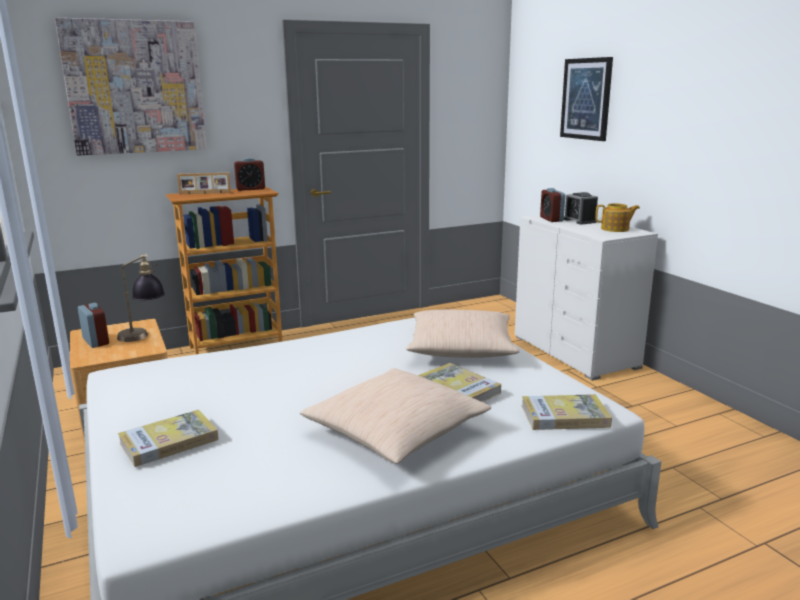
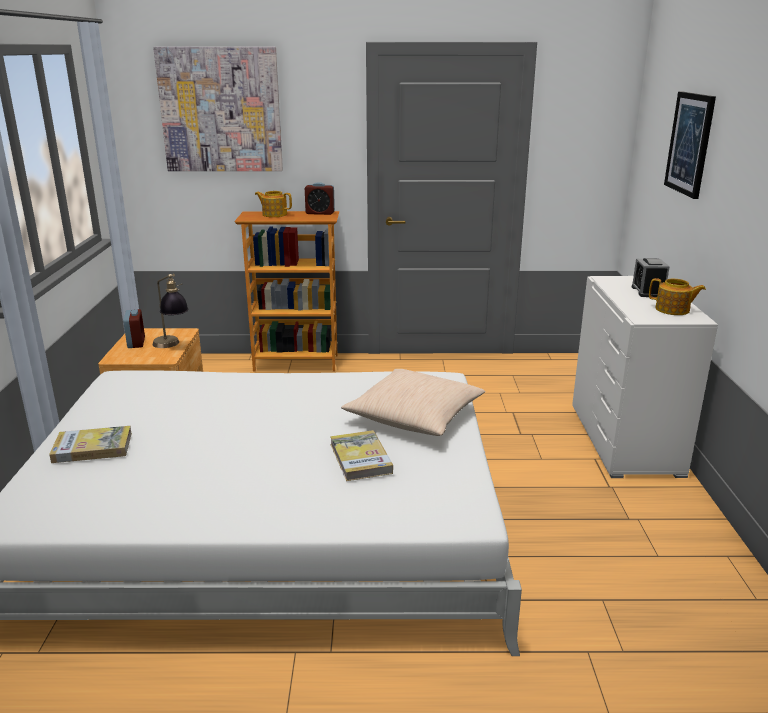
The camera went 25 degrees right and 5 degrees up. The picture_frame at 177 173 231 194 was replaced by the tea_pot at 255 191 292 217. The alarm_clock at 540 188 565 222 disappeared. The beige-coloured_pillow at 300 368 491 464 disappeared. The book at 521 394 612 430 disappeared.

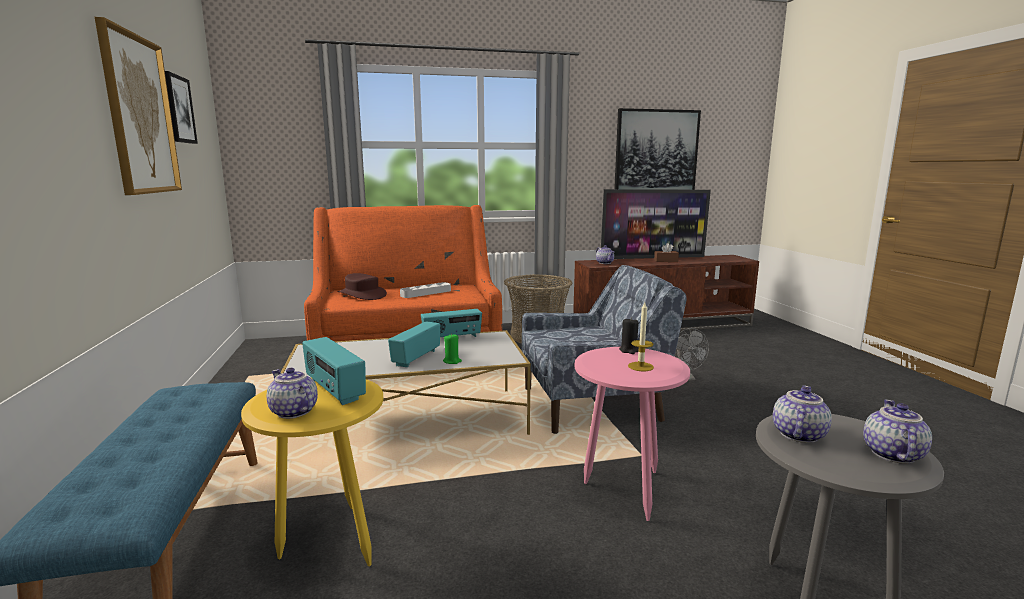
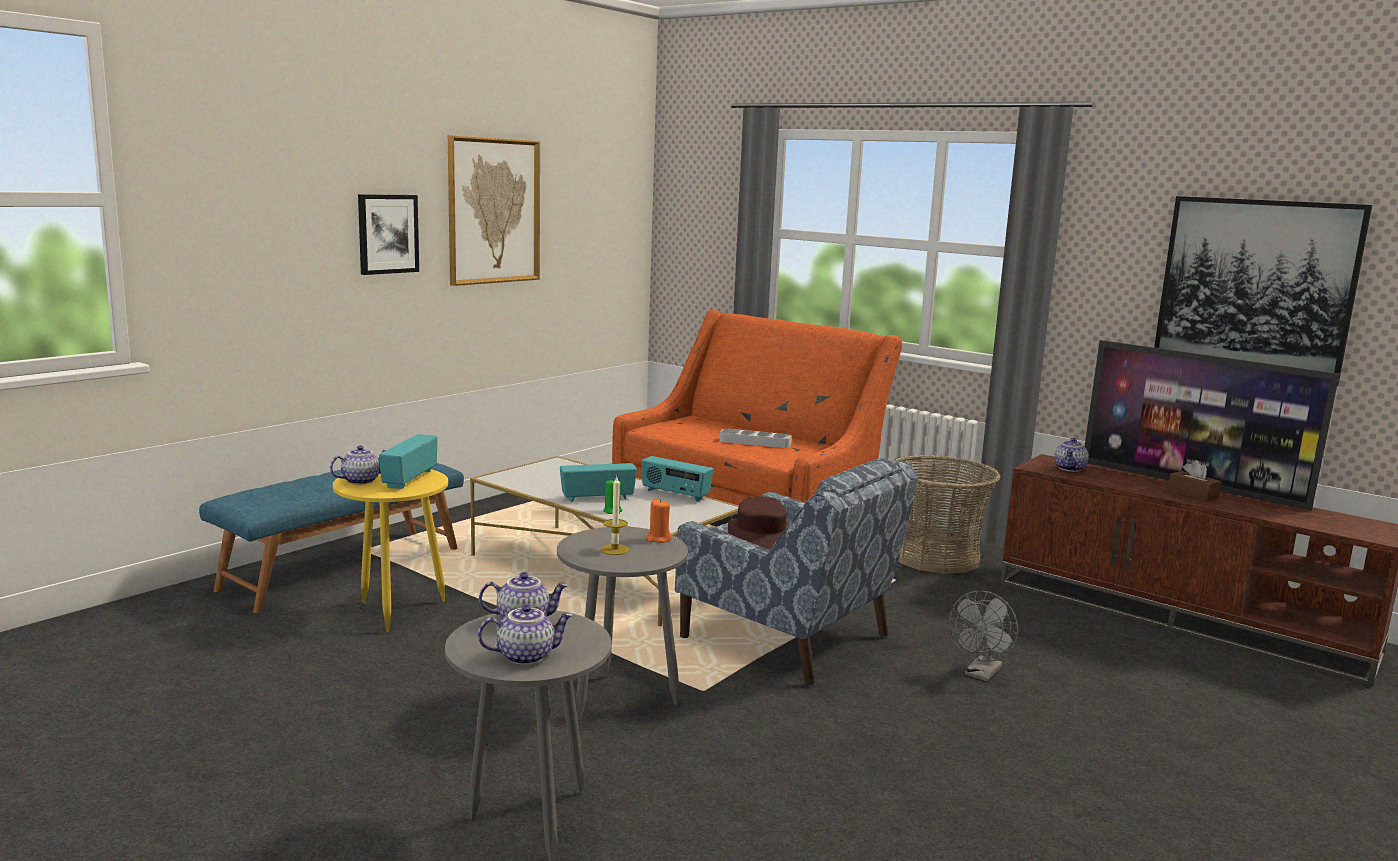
The camera went 50 degrees right and 0 degrees up. The wall_art moved from 165 71 198 144 to 358 194 419 275. The brown-coloured_clothing_hat moved from 337 273 387 300 to 728 496 790 550. The black-coloured_wax_candle at 619 317 639 354 became the orange-coloured_wax_candle at 646 499 672 543. The pink-coloured_side_table at 575 347 690 521 became the greyish_side_table at 557 527 688 720. The tea_pot at 267 368 318 419 turned 45 degrees clockwise.

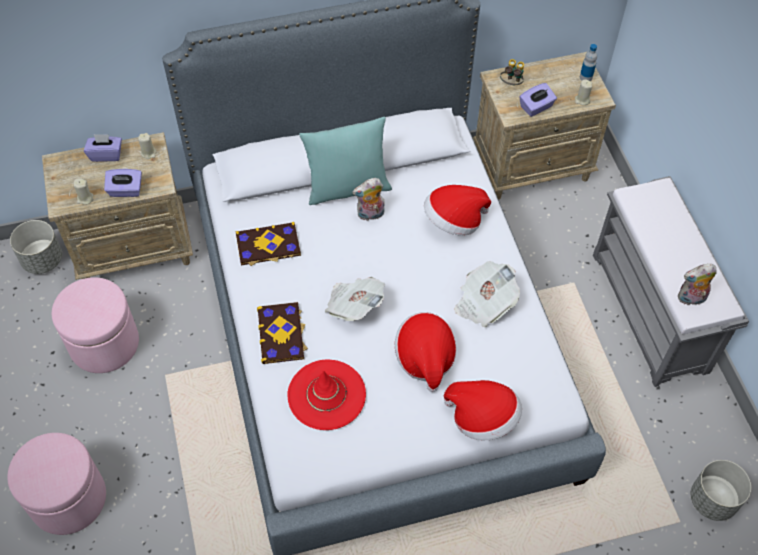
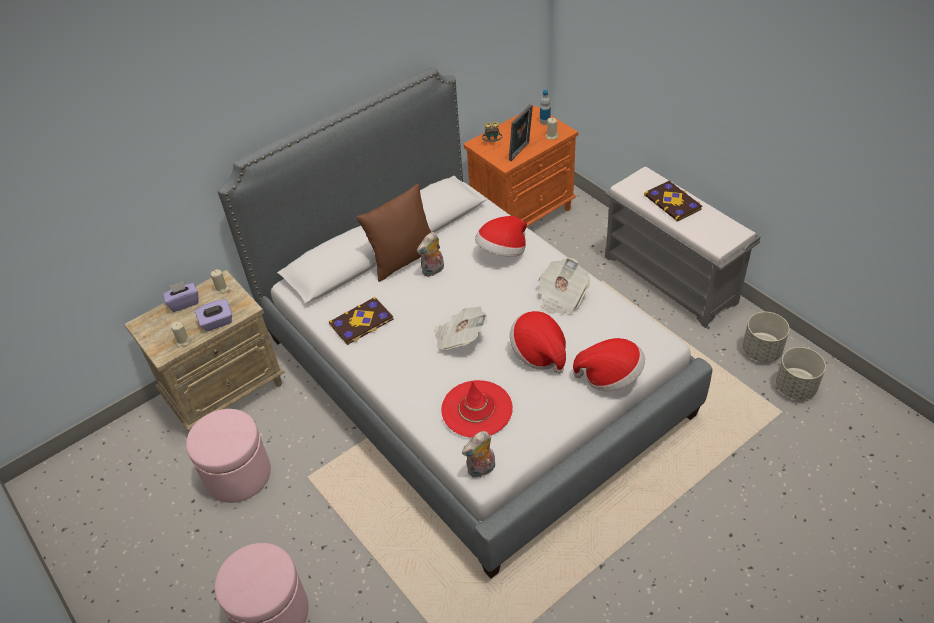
The camera went 20 degrees left and 10 degrees down. The beige-coloured_nightstand at 472 52 616 200 became the orange-coloured_nightstand at 463 106 578 226. The purple-coloured_tissue_box at 519 83 557 117 was replaced by the picture_frame at 509 104 533 161. The turquoise-coloured_pillow at 299 117 392 205 became the brown-coloured_pillow at 356 184 440 282. The greyish_plant_pot moved from 10 220 62 274 to 743 312 790 362. The cuddly_toy moved from 678 264 717 307 to 462 431 495 478. The book moved from 257 302 308 364 to 644 181 702 222.

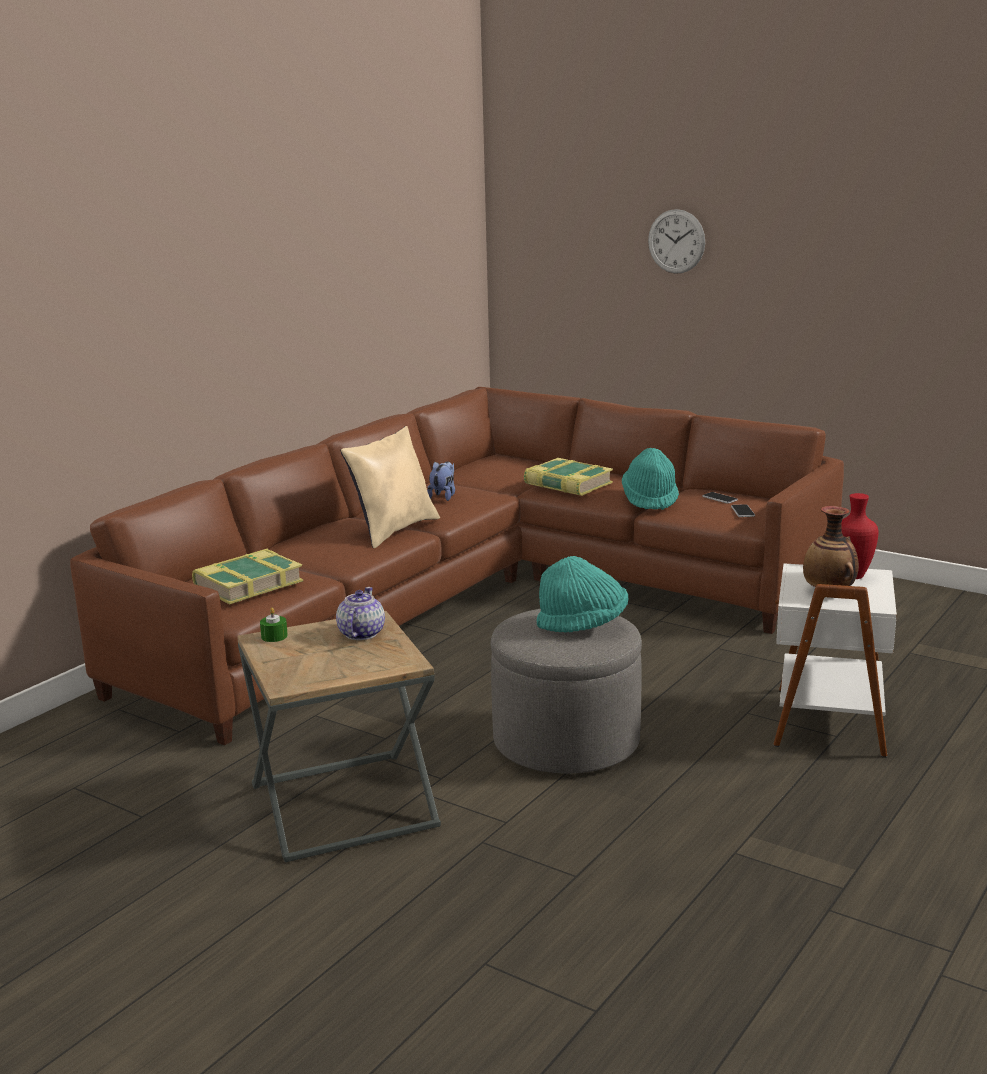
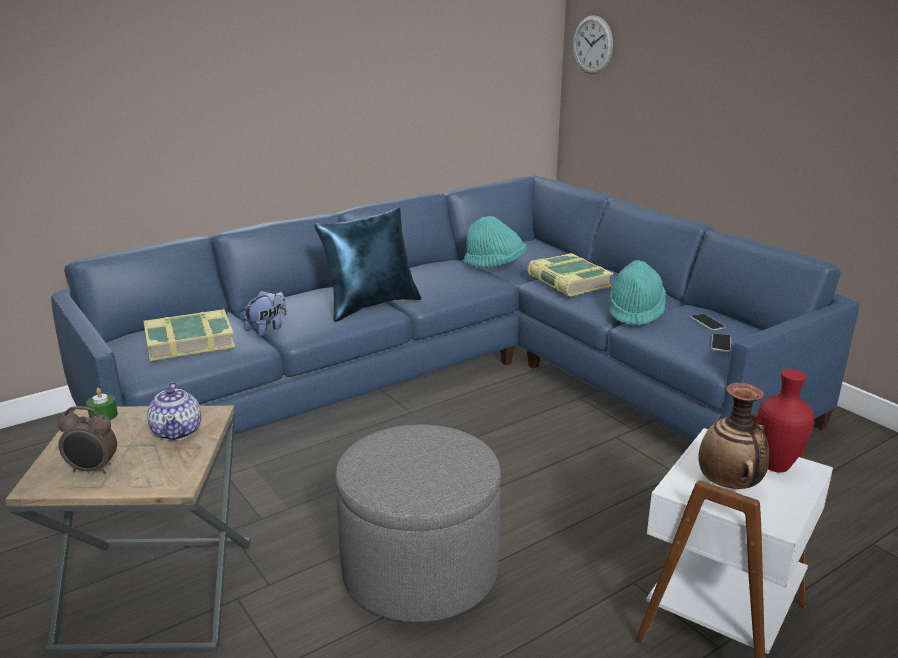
The camera went 20 degrees right and 5 degrees up. The wall_clock moved from 648 209 705 274 to 573 15 613 74. The brown-coloured_sofa at 70 387 844 745 became the blue_sofa at 51 175 859 441. The beige-coloured_pillow at 341 426 440 548 became the blue_pillow at 314 207 422 322. The cuddly_toy moved from 427 461 455 501 to 244 291 287 336. The turquoise-coloured_clothing_hat moved from 537 556 628 633 to 464 216 527 268. The tea_pot at 336 587 385 640 turned 135 degrees clockwise. The alarm_clock at 58 406 117 474 appeared.

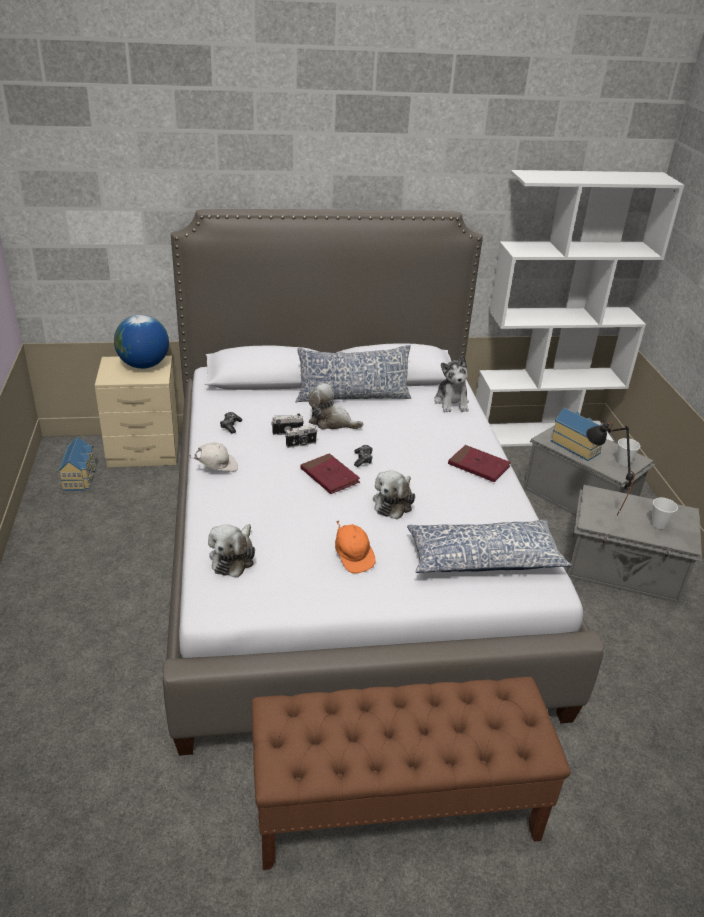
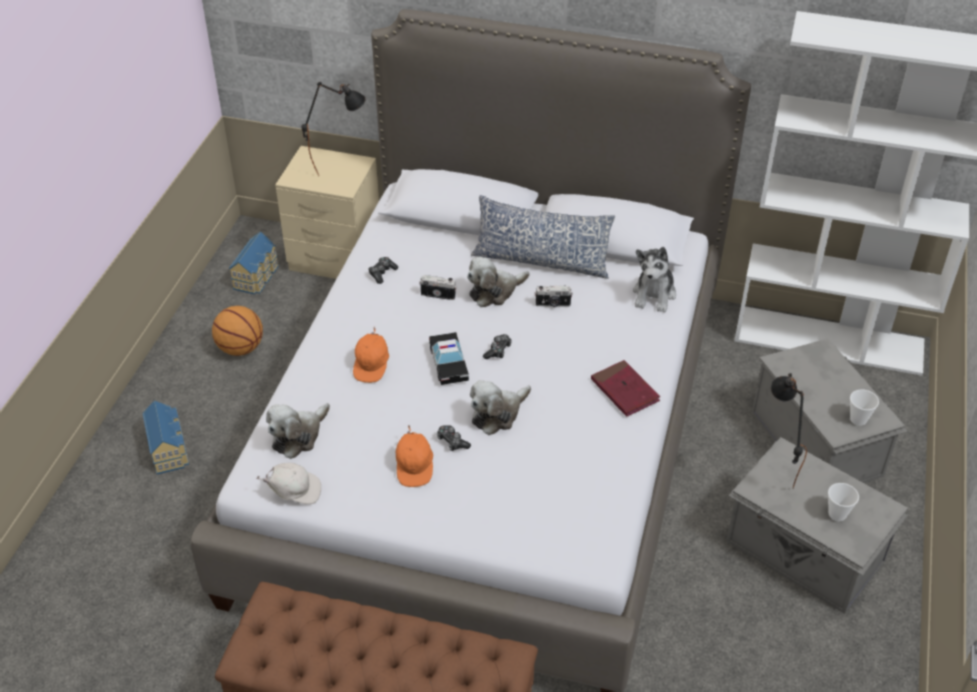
The camera went 25 degrees right and 10 degrees up. The desk_globe at 114 315 169 369 was replaced by the black-coloured_tabletop_lamp at 301 82 365 176. The cuddly_toy at 308 383 363 429 turned 75 degrees counterclockwise. The model_house moved from 551 408 607 461 to 143 401 189 474. The photo_camera moved from 285 424 317 448 to 535 286 573 307. The white-coloured_cap moved from 188 442 238 472 to 256 463 321 504. The red_book at 300 453 360 494 was replaced by the model_car at 429 332 469 385. The pillow at 407 519 572 573 disappeared. The basketball at 212 306 263 356 appeared. The orange-coloured_cap at 353 327 389 383 appeared. The game_controller at 437 425 471 451 appeared.

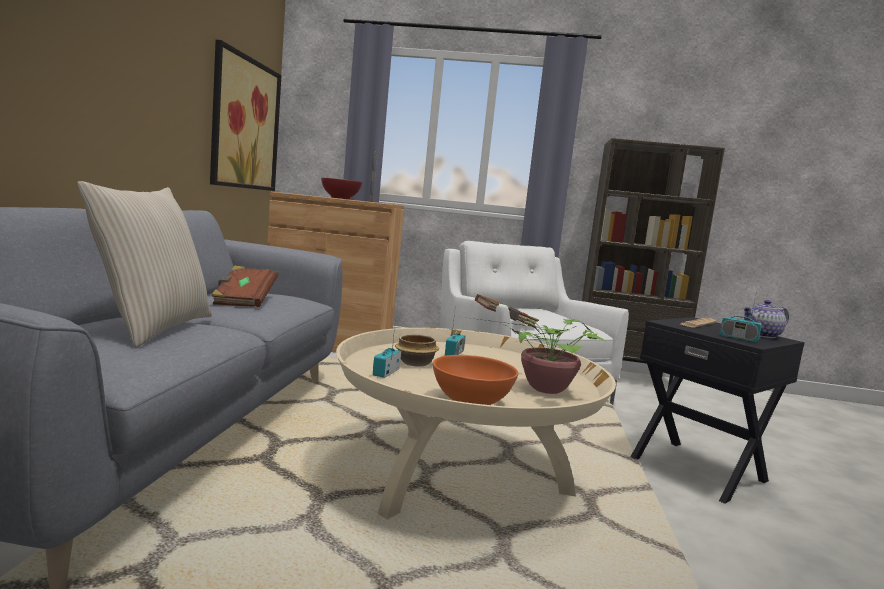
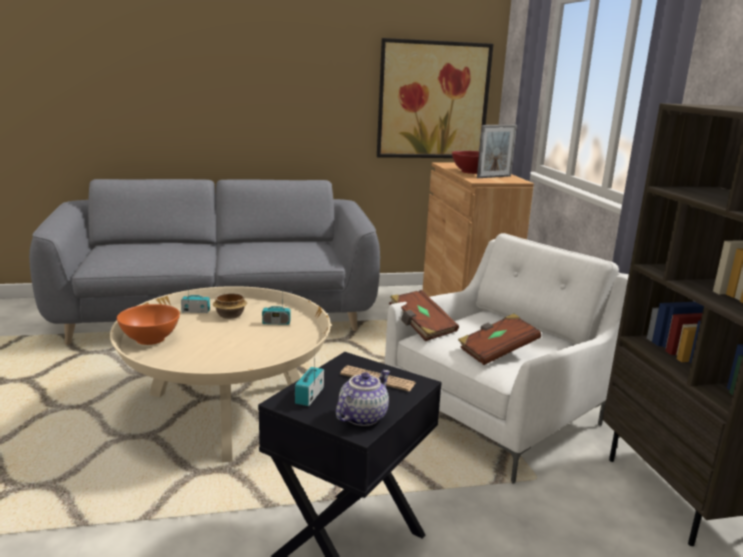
The camera went 70 degrees right and 10 degrees up. The beige-coloured_pillow at 77 181 212 347 disappeared. The brown-coloured_book moved from 211 266 278 307 to 458 313 541 365. The tea_pot at 743 300 789 338 turned 75 degrees clockwise. The houseplant at 456 316 606 394 disappeared.

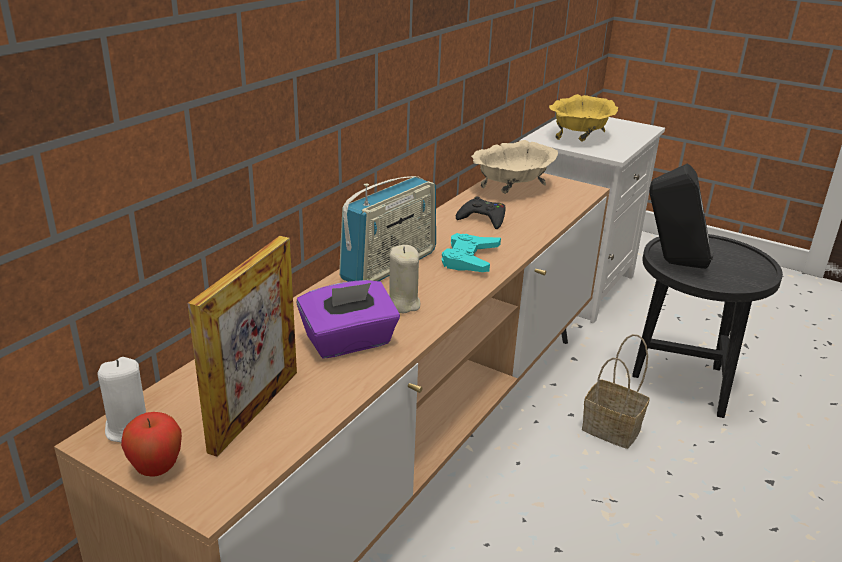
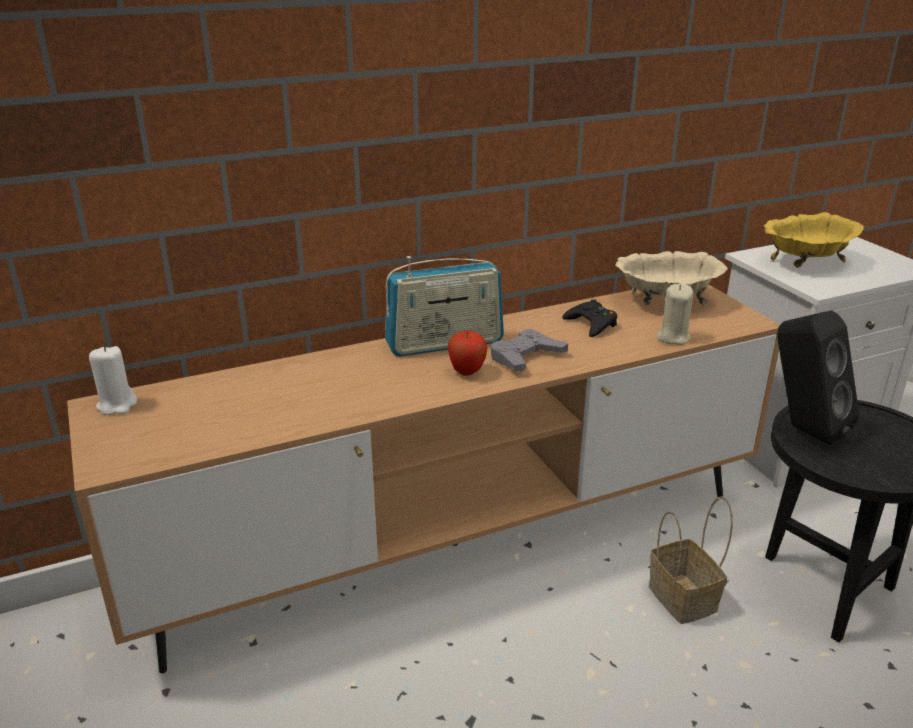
The camera went 35 degrees right and 0 degrees up. The turquoise-coloured_game_controller at 442 233 501 272 became the greyish_game_controller at 490 329 568 372. The picture_frame at 188 236 297 457 disappeared. The beige-coloured_wax_candle moved from 388 245 420 313 to 657 284 694 345. The purple-coloured_tissue_box at 297 280 400 359 disappeared. The apple moved from 121 412 182 477 to 448 331 487 376.

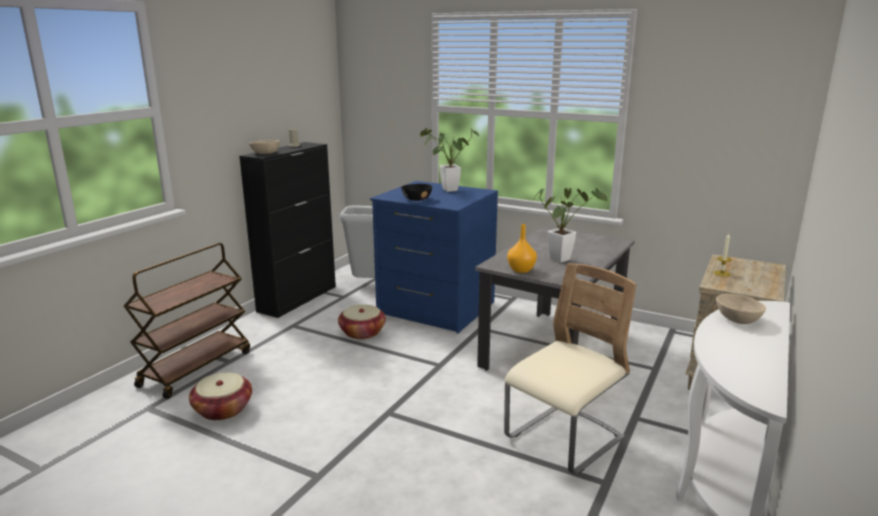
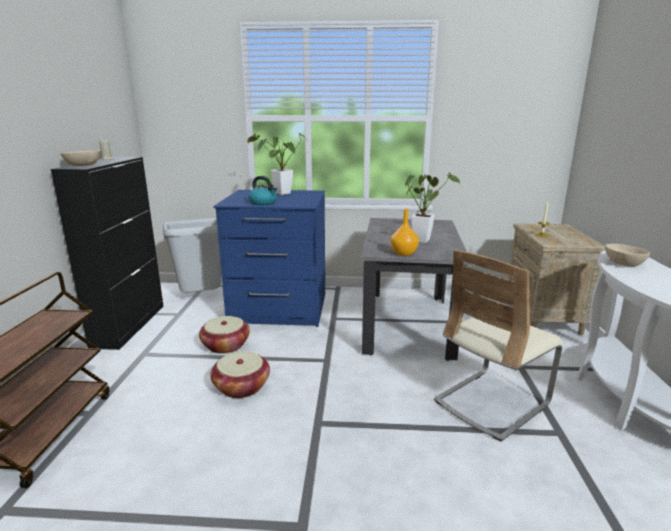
The camera went 25 degrees left and 0 degrees up. The black-coloured_serving_bowl at 401 184 432 201 was replaced by the kettle at 248 176 277 205. The beige-coloured_chair at 504 263 636 475 turned 150 degrees counterclockwise. The household_basket moved from 189 373 252 420 to 211 351 270 398.

